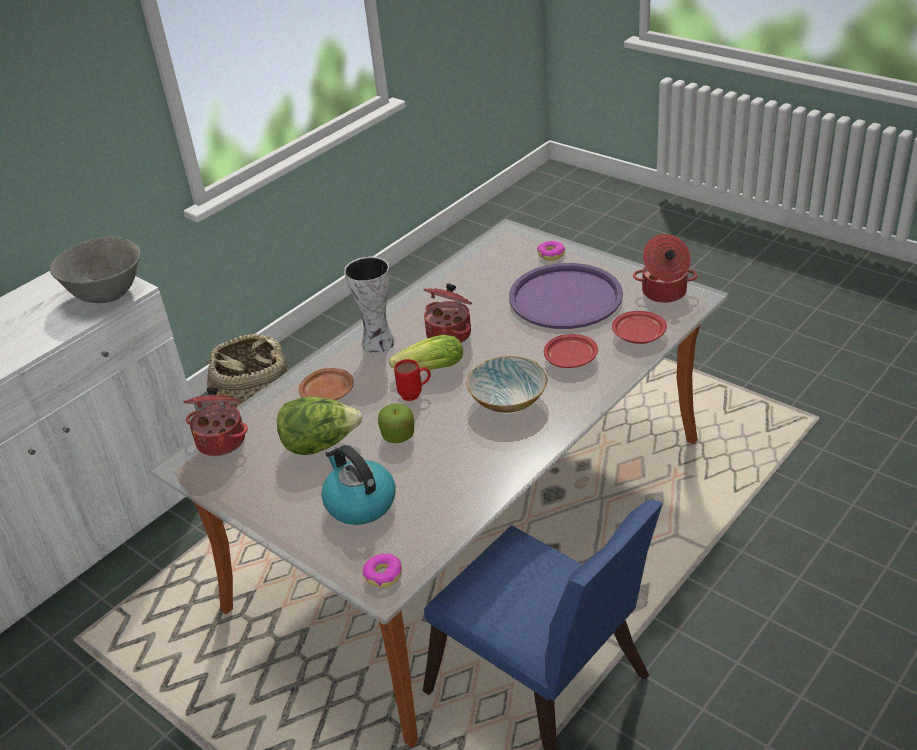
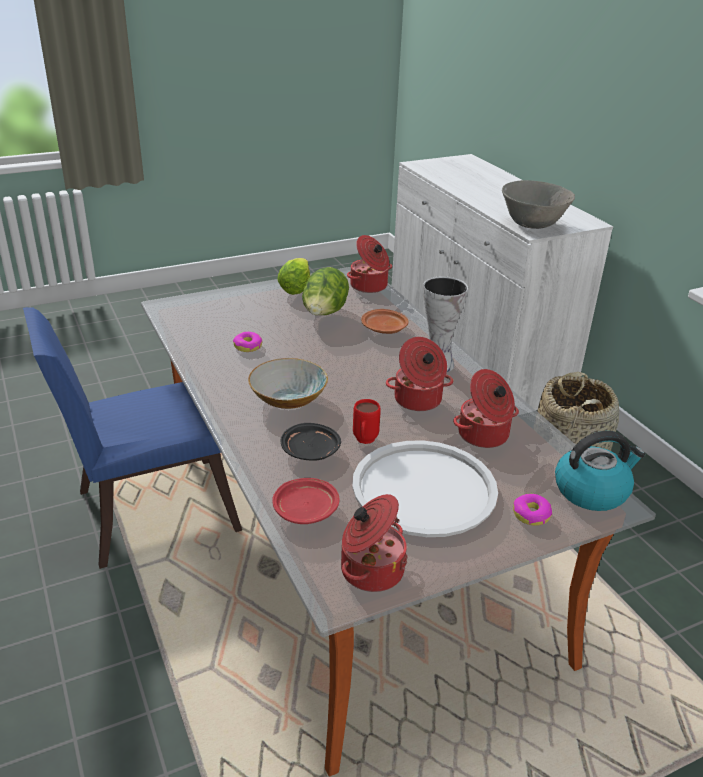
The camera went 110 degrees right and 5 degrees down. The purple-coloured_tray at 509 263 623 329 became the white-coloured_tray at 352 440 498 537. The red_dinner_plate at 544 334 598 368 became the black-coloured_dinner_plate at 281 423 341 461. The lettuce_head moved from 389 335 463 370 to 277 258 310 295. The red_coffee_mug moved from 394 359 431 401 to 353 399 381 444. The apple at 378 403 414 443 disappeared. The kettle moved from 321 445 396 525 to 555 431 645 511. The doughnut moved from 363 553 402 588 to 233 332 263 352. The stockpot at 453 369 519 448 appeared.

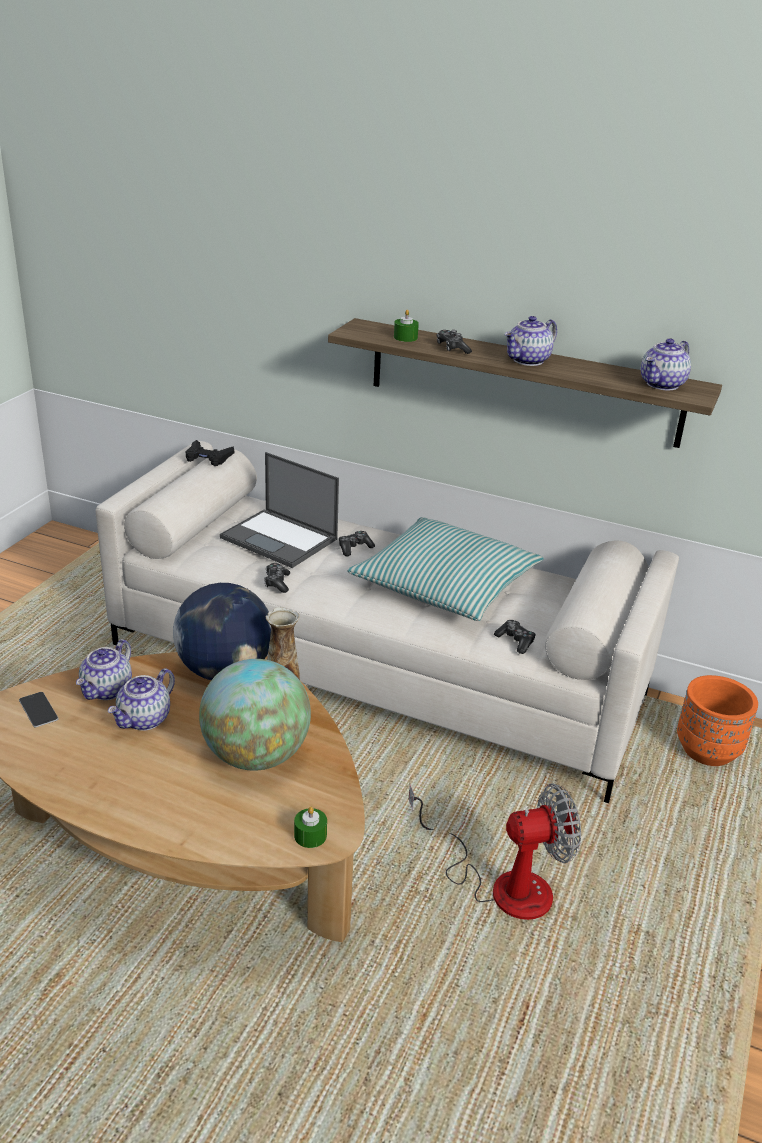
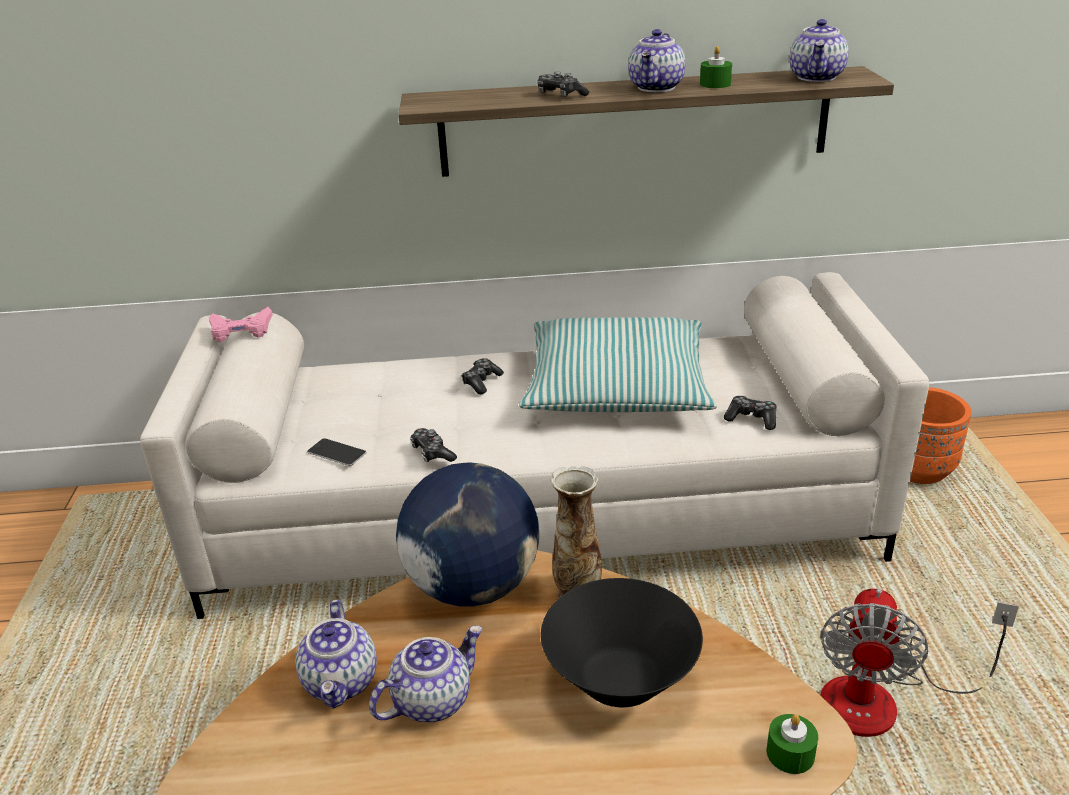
The camera went 25 degrees left and 0 degrees up. The green-coloured_wax_candle moved from 394 309 419 342 to 700 46 732 88. The black-coloured_game_controller at 186 440 234 466 became the pink-coloured_game_controller at 209 307 273 342. The notebook_computer at 220 452 339 568 disappeared. The desk_globe at 199 659 311 771 was replaced by the black-coloured_serving_bowl at 541 578 703 707. The tea_pot at 107 668 175 731 turned 135 degrees counterclockwise. The telephone moved from 19 692 58 727 to 307 438 367 466. The cooling_fan at 409 784 581 920 turned 150 degrees clockwise.

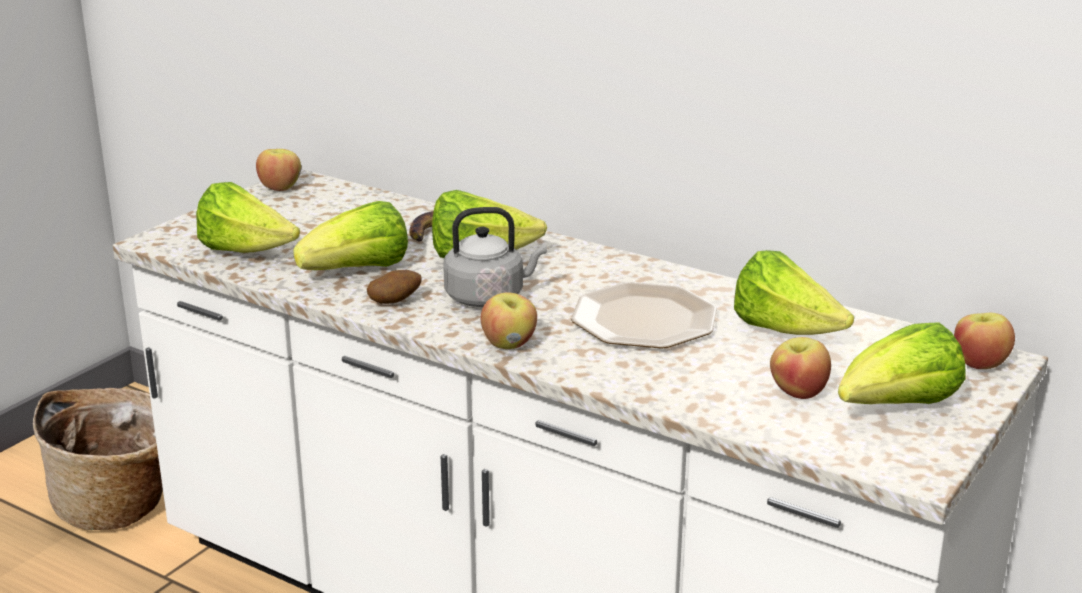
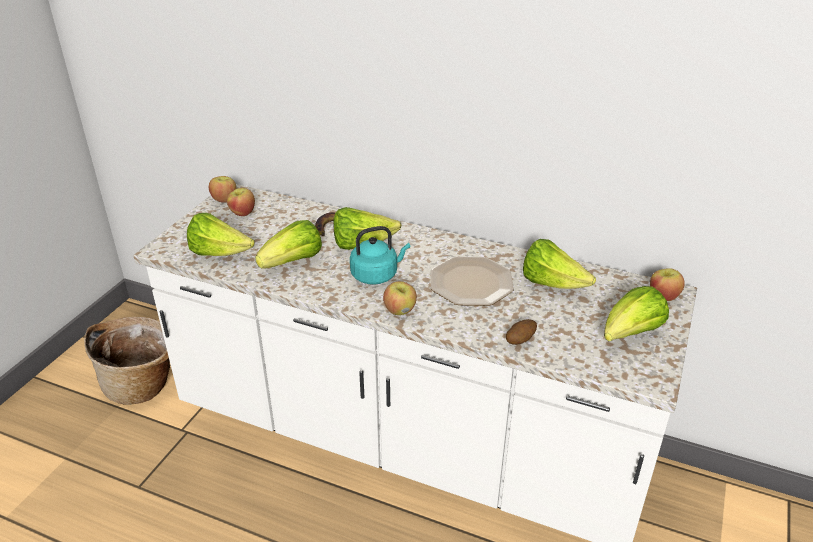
The camera went 10 degrees left and 10 degrees up. The greyish_kettle at 443 207 547 307 became the turquoise-coloured_kettle at 350 226 410 285. The spud moved from 367 270 422 304 to 506 319 537 345. The apple moved from 770 337 831 399 to 227 188 255 216.

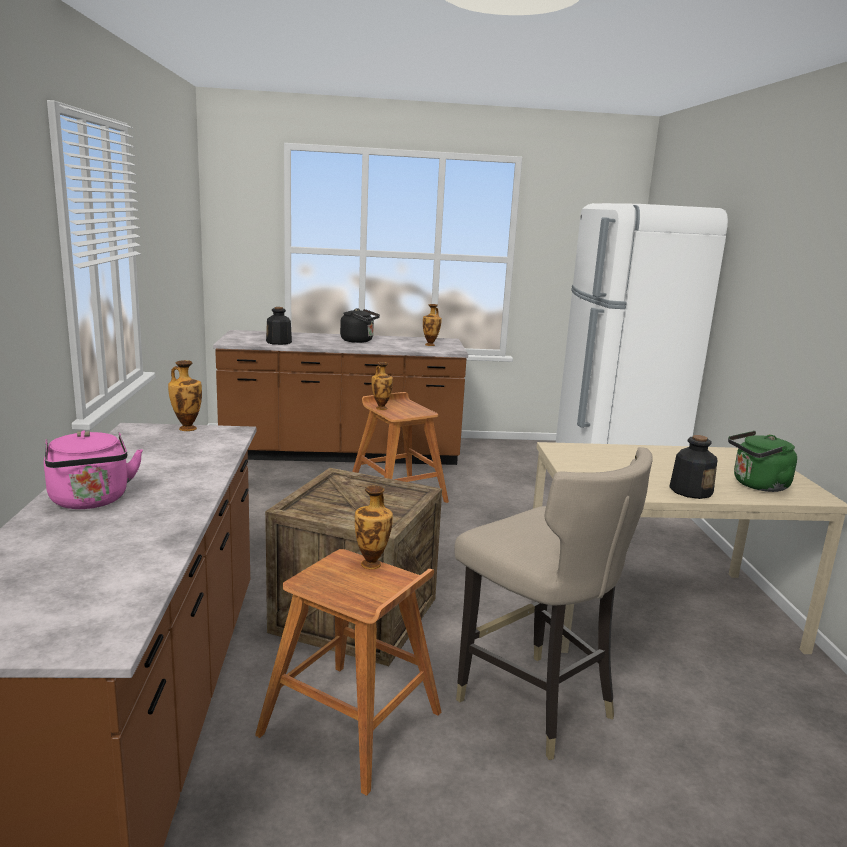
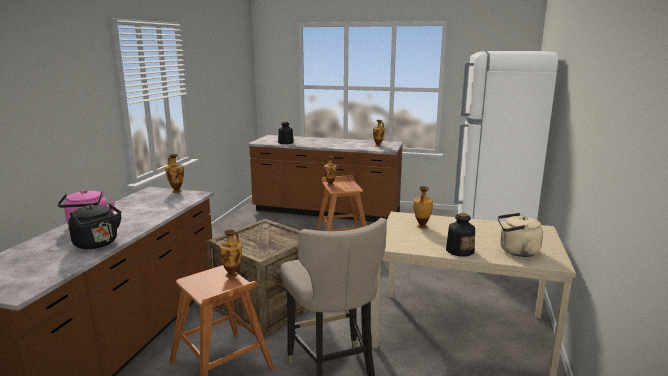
The camera went 20 degrees right and 0 degrees up. The black-coloured_kettle moved from 340 308 380 343 to 68 203 122 249. The green-coloured_kettle at 728 431 797 492 became the beige-coloured_kettle at 498 213 543 257. The decorative_vase at 413 186 433 229 appeared.

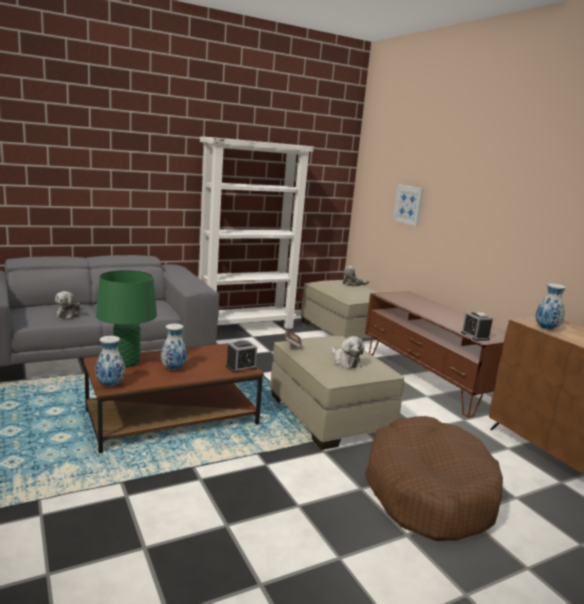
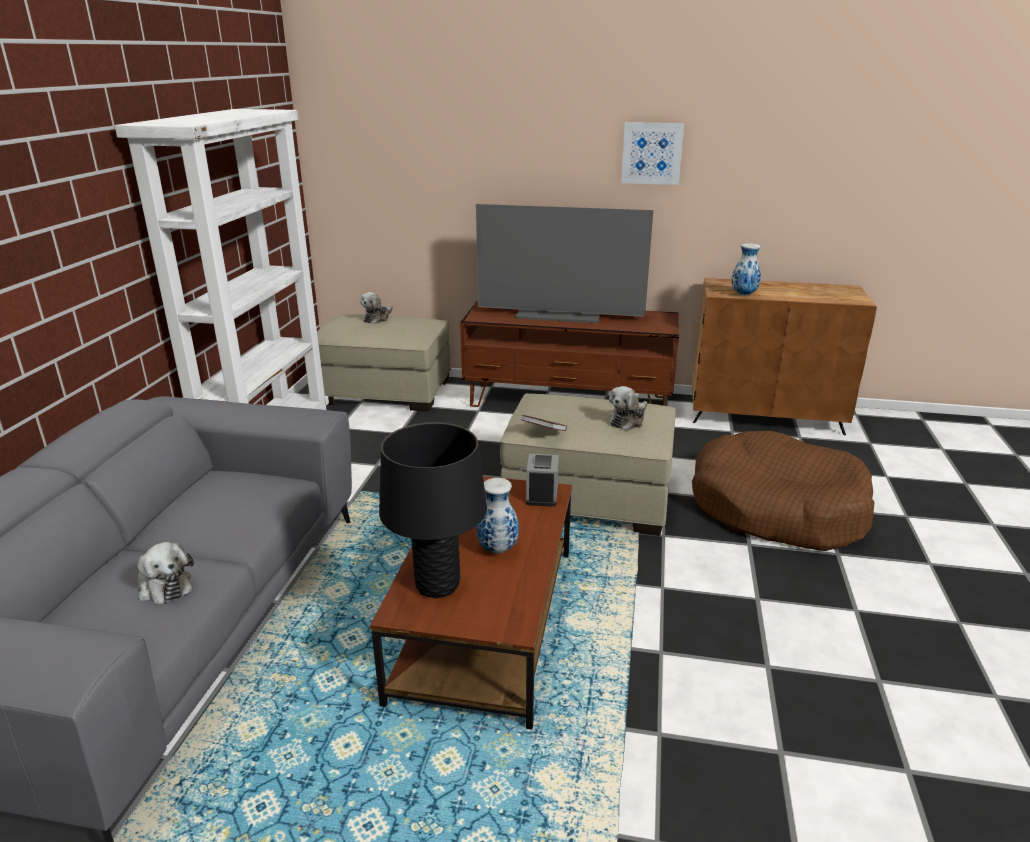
The camera went 50 degrees left and 10 degrees up. The wall_art moved from 393 185 424 226 to 621 122 684 185. The green-coloured_tabletop_lamp at 96 270 157 368 became the black-coloured_tabletop_lamp at 379 423 487 599. The alarm_clock at 461 312 493 341 disappeared. The decorative_vase at 95 336 125 387 disappeared. The cuddly_toy at 331 336 365 369 turned 120 degrees clockwise. The TV at 476 204 653 323 appeared.

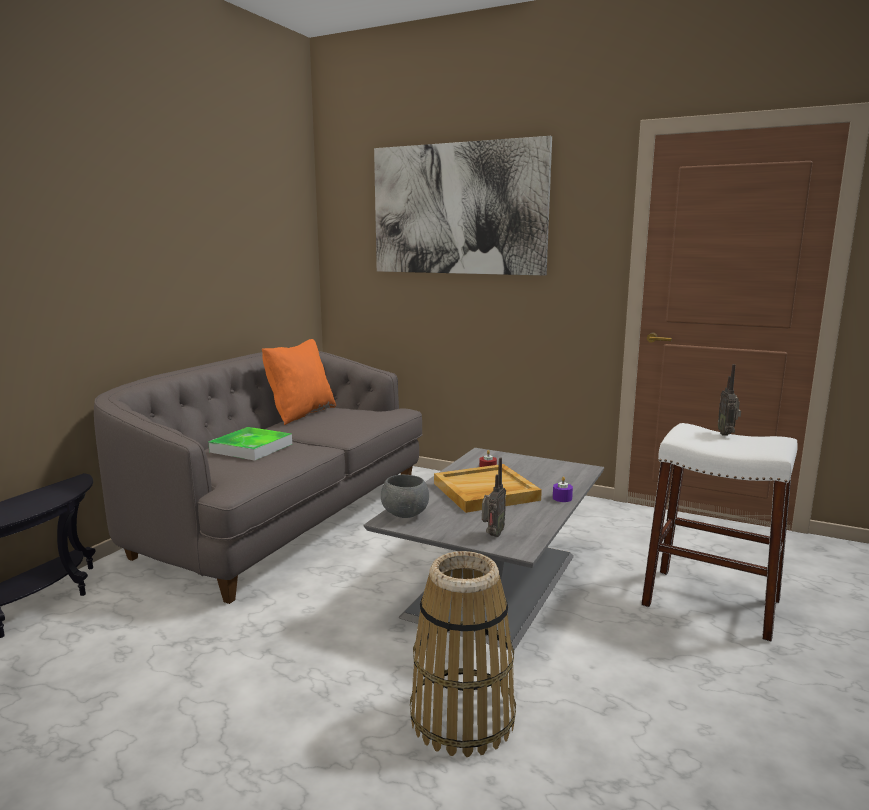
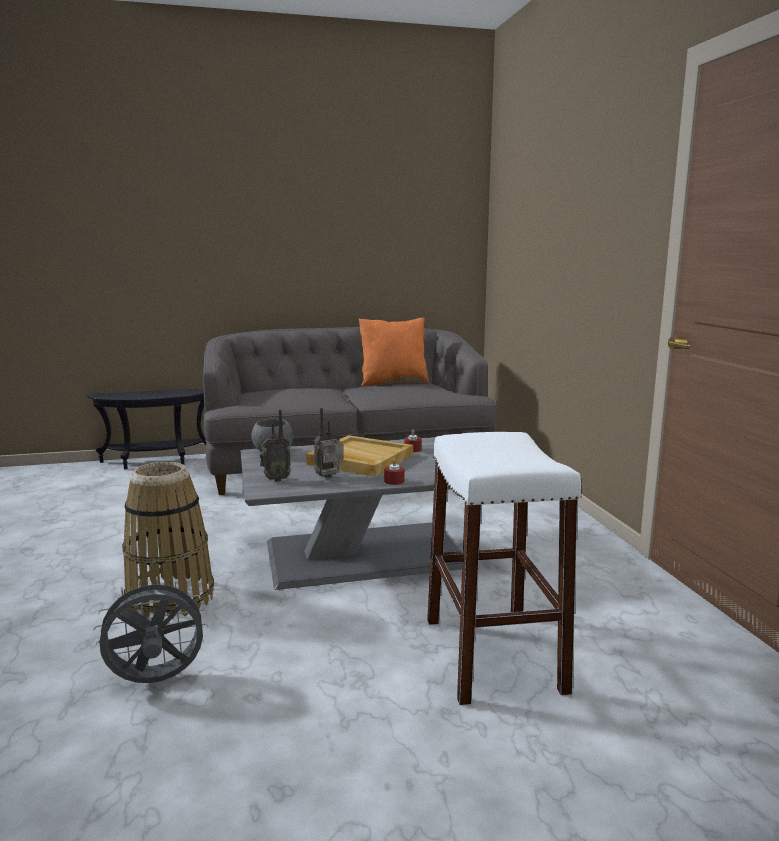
The camera went 50 degrees right and 0 degrees up. The wall_art at 374 136 552 276 disappeared. The radio_receiver moved from 718 364 741 436 to 314 408 344 478. The tray at 208 427 292 461 disappeared. The purple-coloured_wax_candle at 553 476 573 502 became the red_wax_candle at 384 458 404 485. The greyish_cooling_fan at 93 576 209 683 appeared.

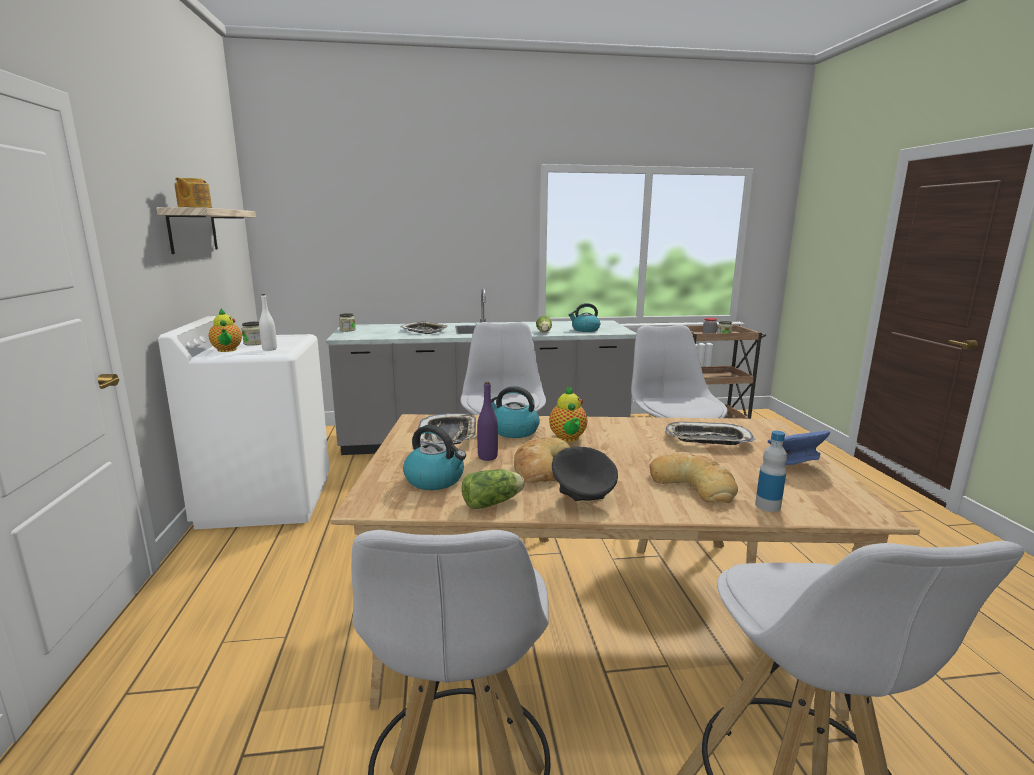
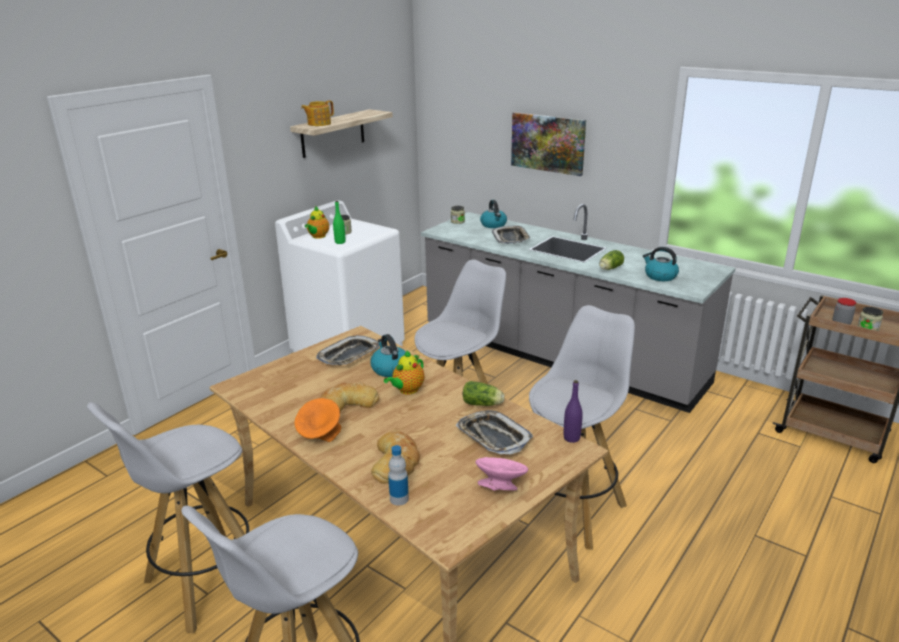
The camera went 45 degrees right and 10 degrees up. The white-coloured_beverage_bottle at 259 294 277 351 became the green-coloured_beverage_bottle at 333 201 346 244. The purple-coloured_beverage_bottle moved from 477 382 498 461 to 564 380 583 443. The kettle moved from 403 425 466 490 to 480 200 507 228. The blue_serving_bowl at 768 431 830 465 became the pink-coloured_serving_bowl at 476 457 528 490. The black-coloured_serving_bowl at 552 446 618 501 became the orange-coloured_serving_bowl at 294 398 341 442. The lettuce_head moved from 462 469 525 509 to 463 381 505 406. The wall_art at 511 112 586 176 appeared.

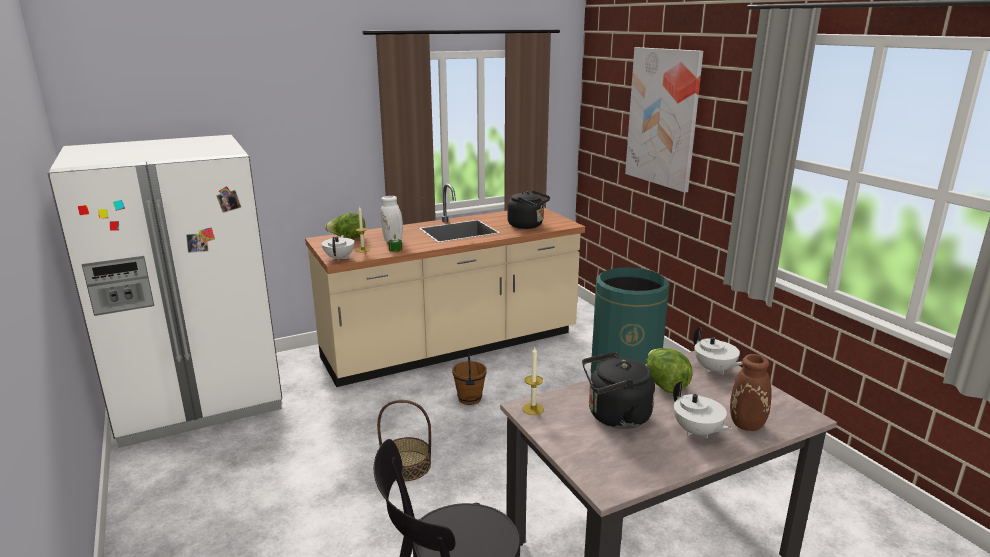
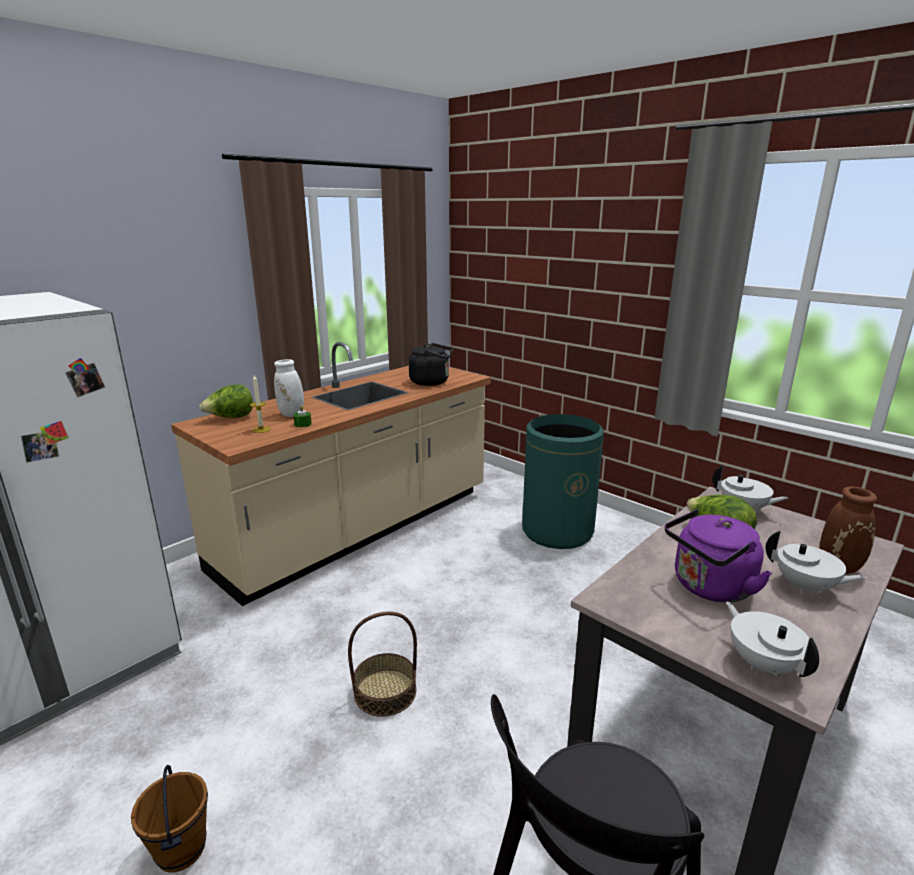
The camera went 20 degrees left and 0 degrees up. The wall_art at 625 47 703 193 disappeared. The white-coloured_tea_pot moved from 322 235 355 261 to 726 602 819 677. The wax_candle at 523 347 544 415 disappeared. The black-coloured_kettle at 582 352 655 429 became the purple-coloured_kettle at 665 509 772 603. The brown-coloured_water_bucket moved from 452 353 487 405 to 131 765 208 873.

